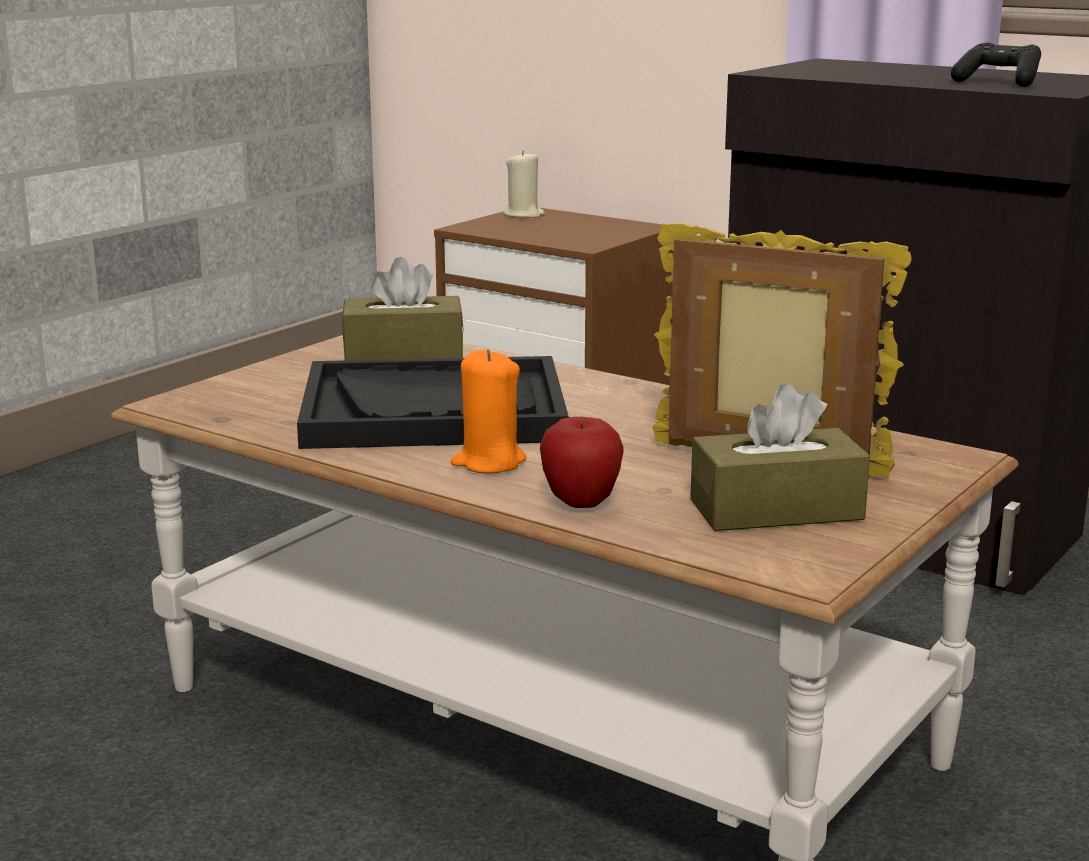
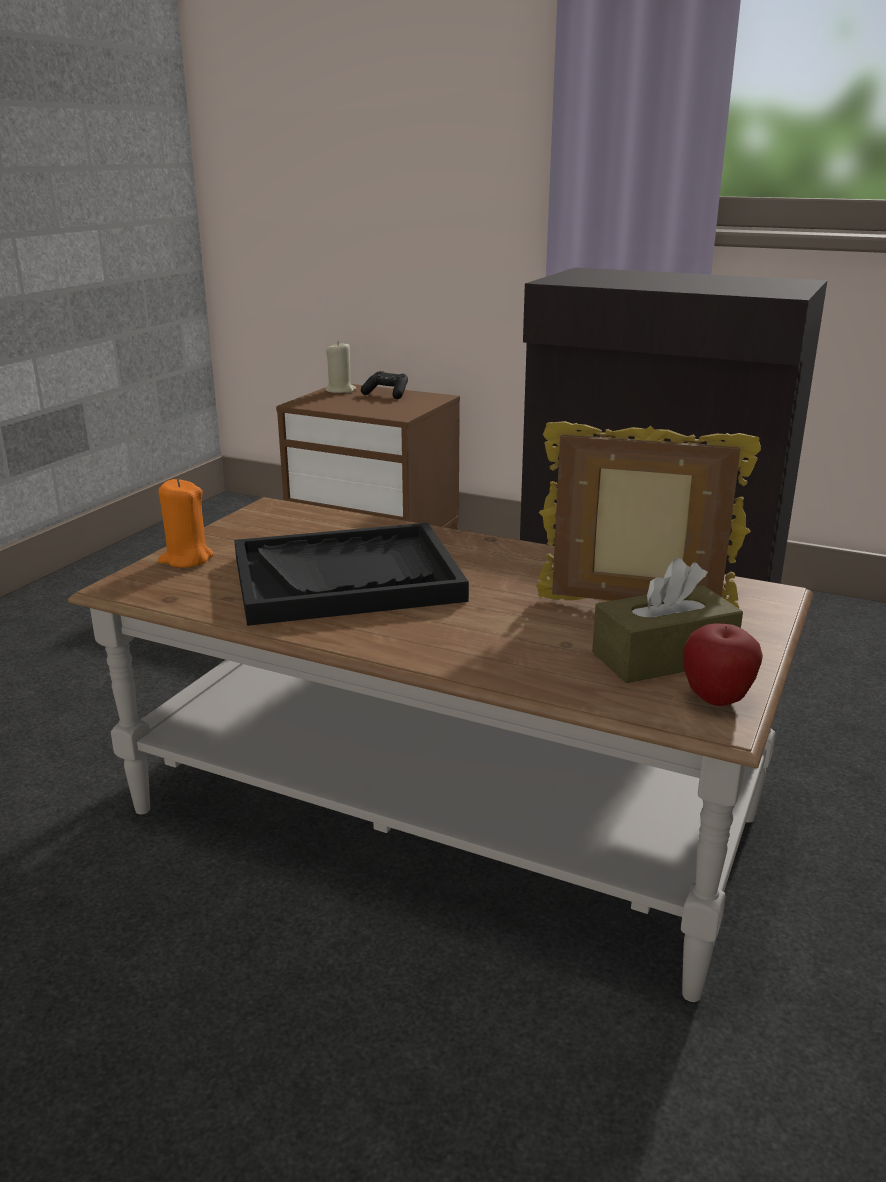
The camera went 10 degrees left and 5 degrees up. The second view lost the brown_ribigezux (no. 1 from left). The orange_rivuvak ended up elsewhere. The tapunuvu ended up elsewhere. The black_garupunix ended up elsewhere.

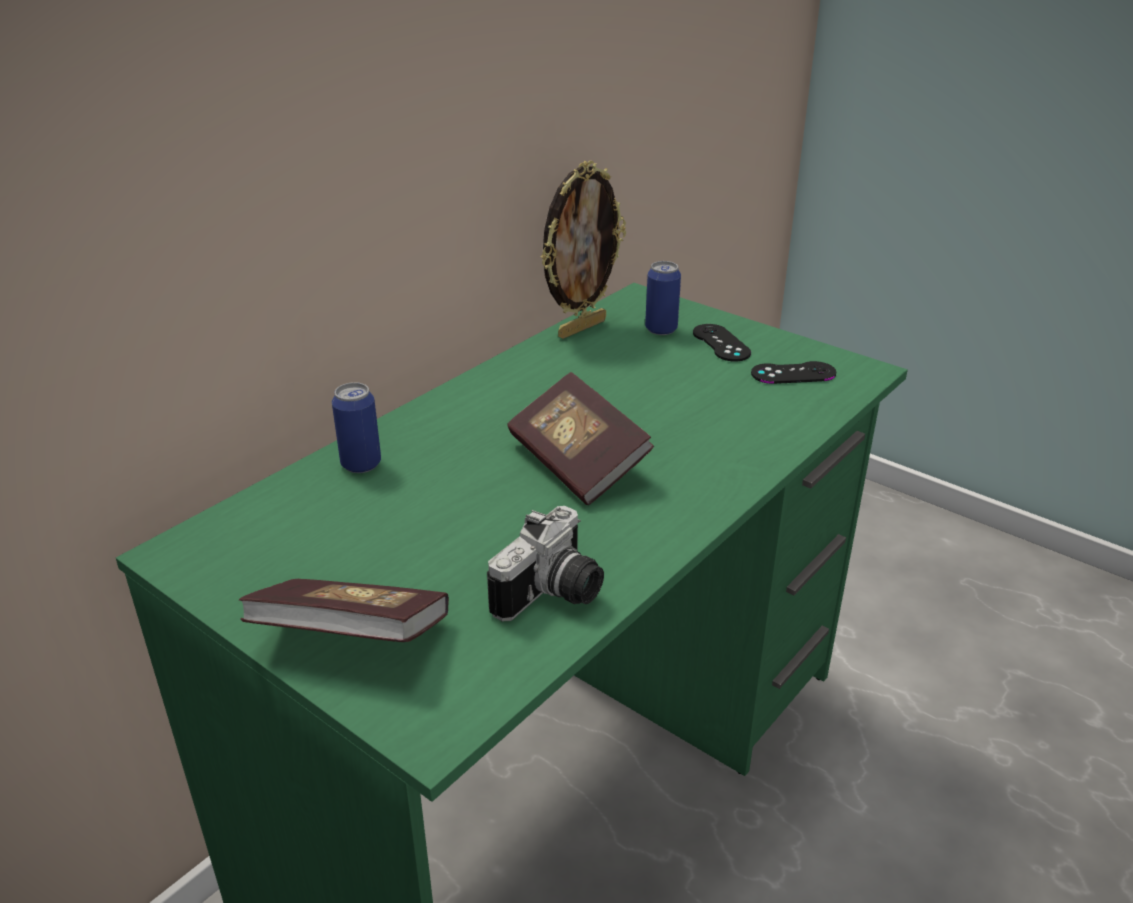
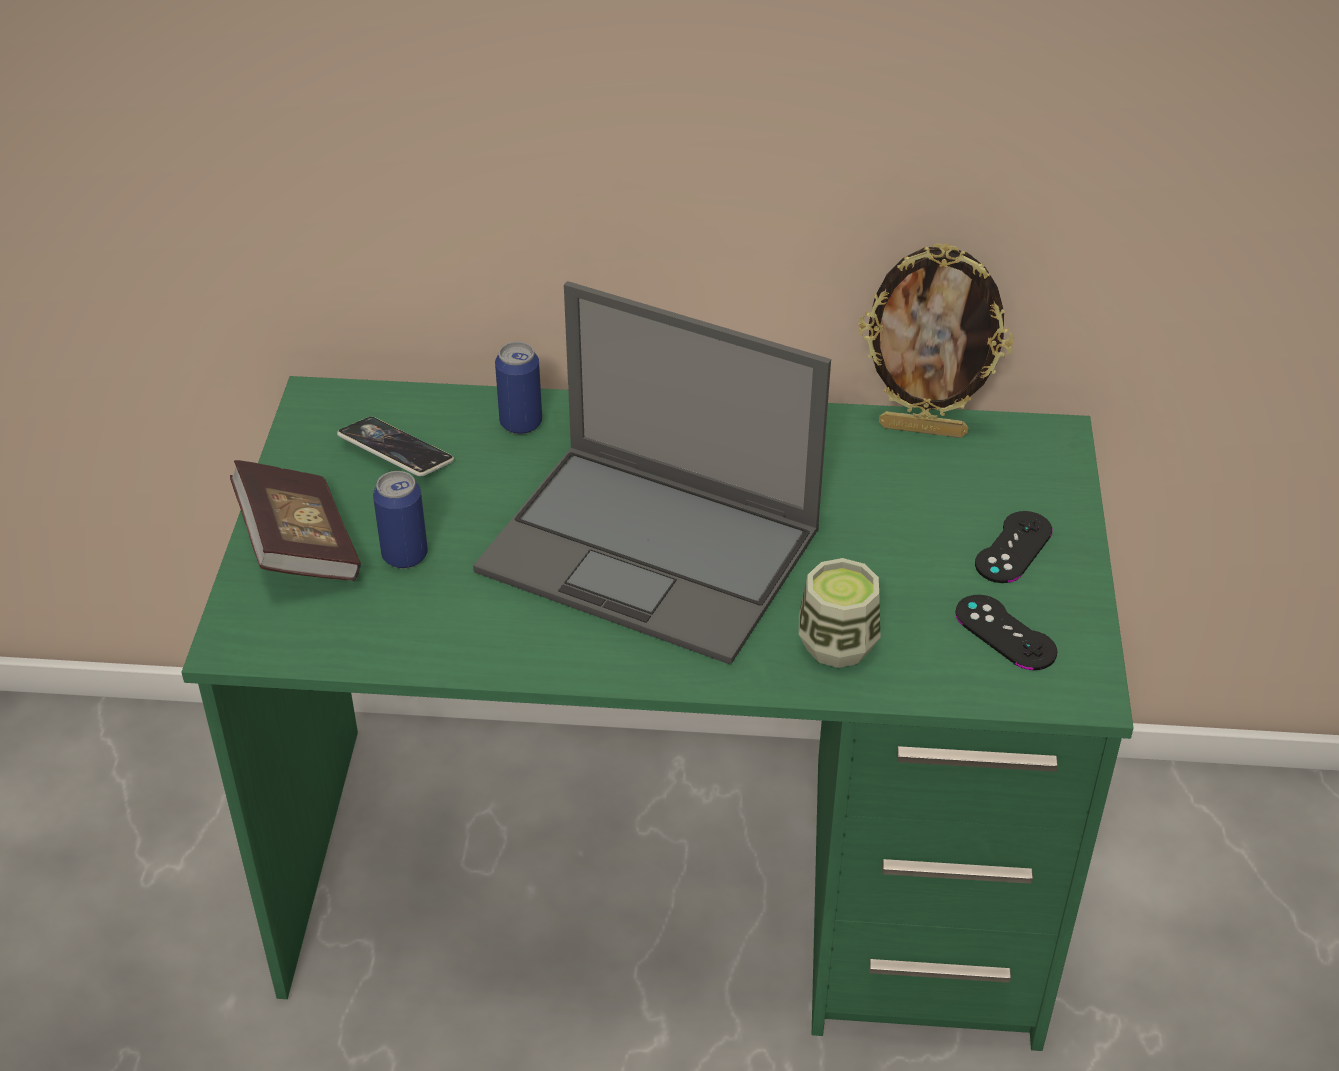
The camera went 55 degrees right and 10 degrees up. The second view lost the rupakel. The second view gained the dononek. The second view gained the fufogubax. The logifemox (no. 2 from left in the first image) ended up elsewhere. Where the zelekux (no. 2 from left) stood, the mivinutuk came to stand.

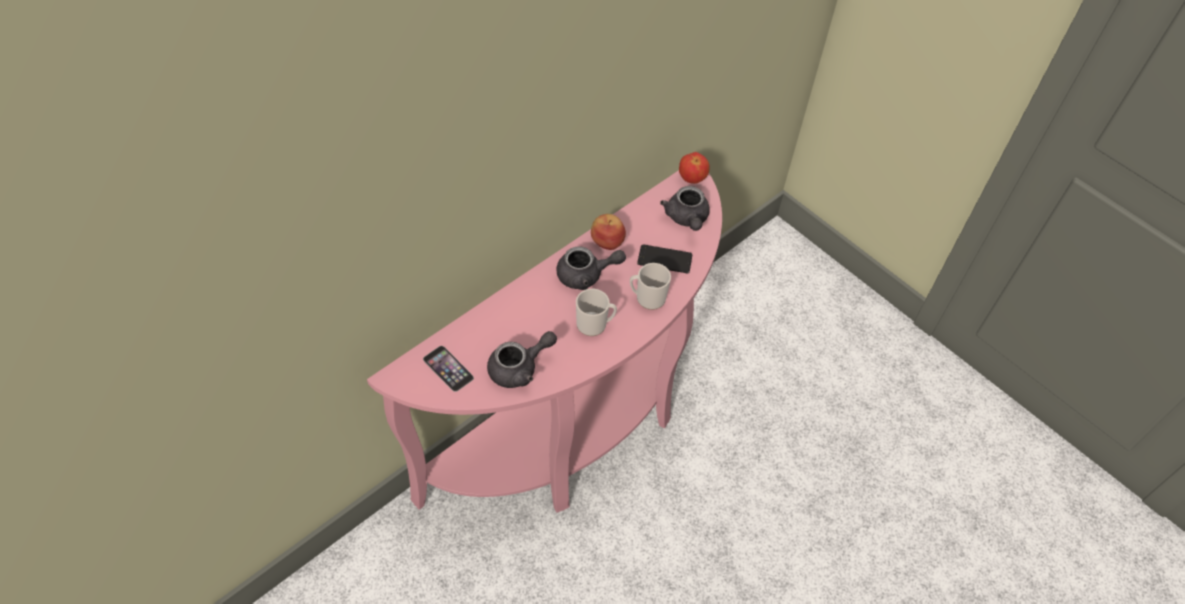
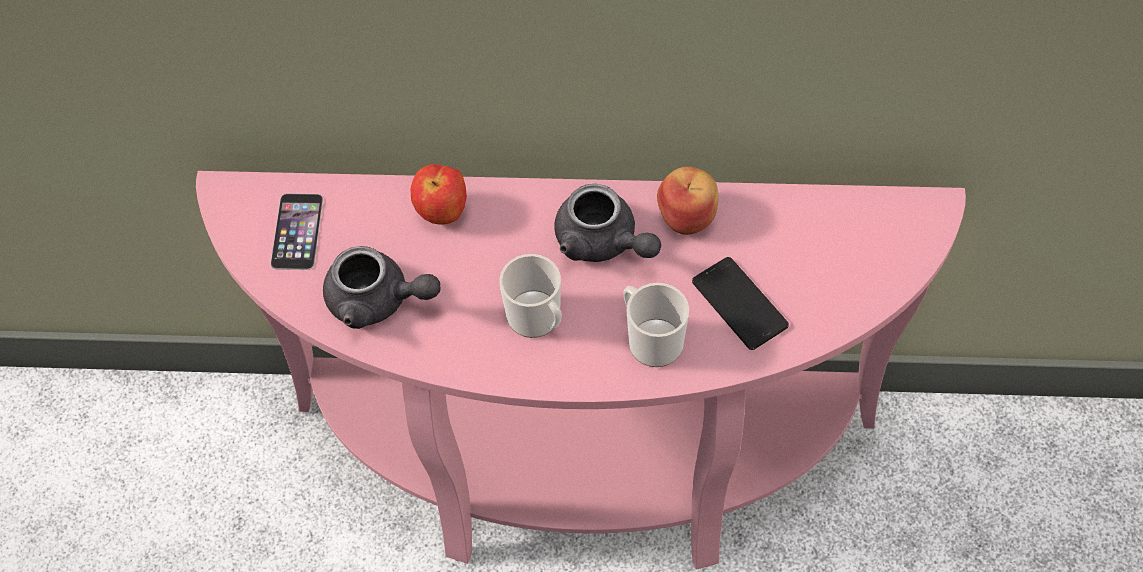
The camera went 50 degrees right and 5 degrees up. The second view lost the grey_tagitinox (no. 3 from left). The tapunuvu (no. 2 from left in the first image) ended up elsewhere.

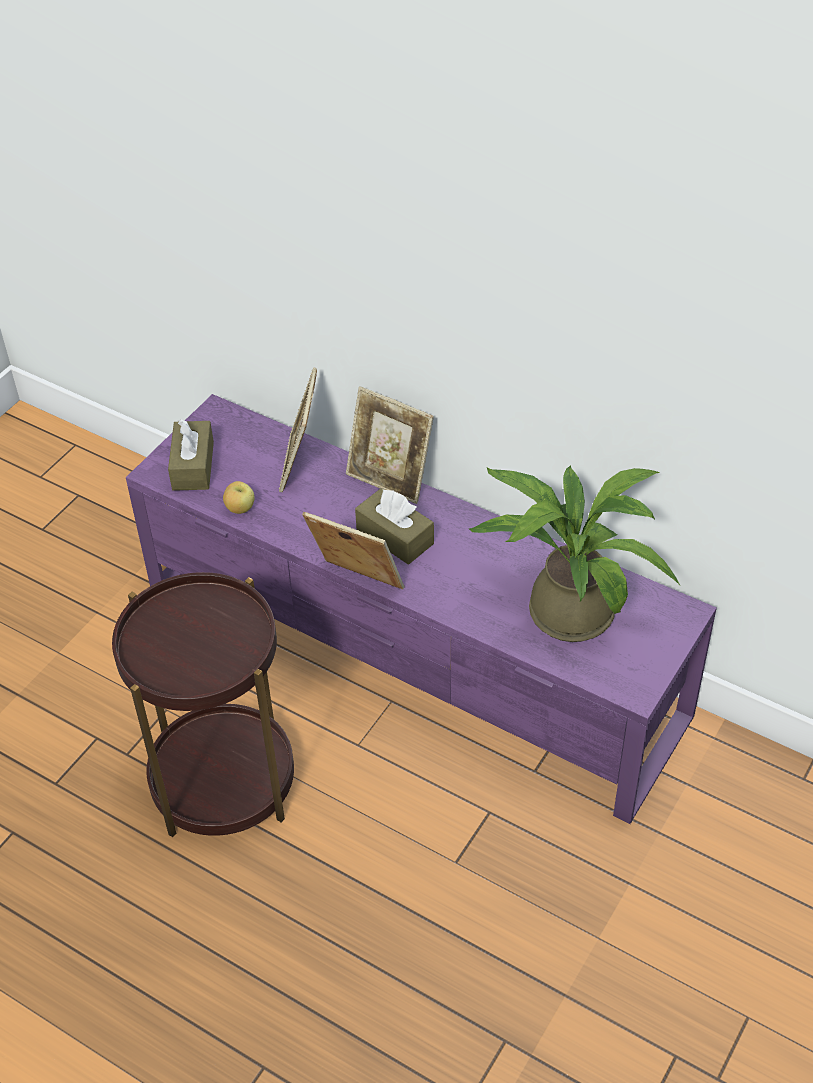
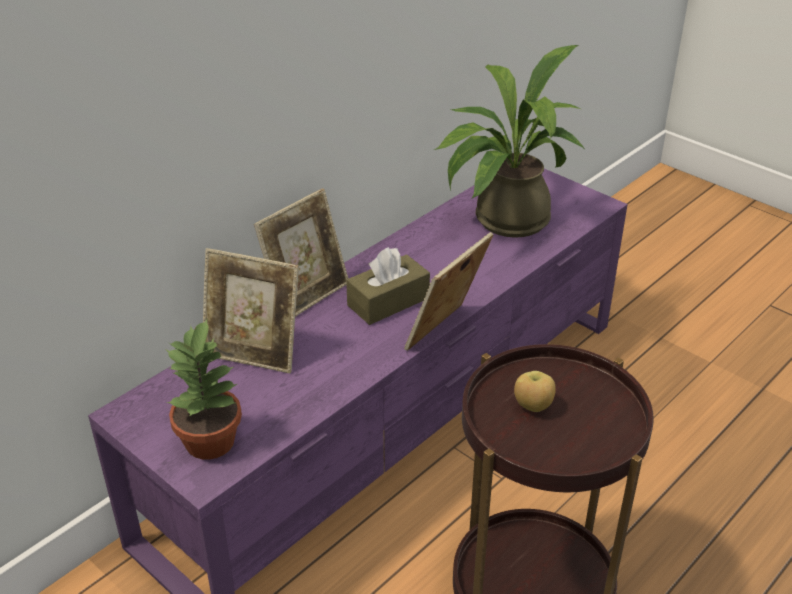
The camera went 80 degrees left and 10 degrees down. The tapunuvu ended up elsewhere. Where the brown_ribigezux (no. 1 from left) stood, the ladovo (no. 1 from left) came to stand.

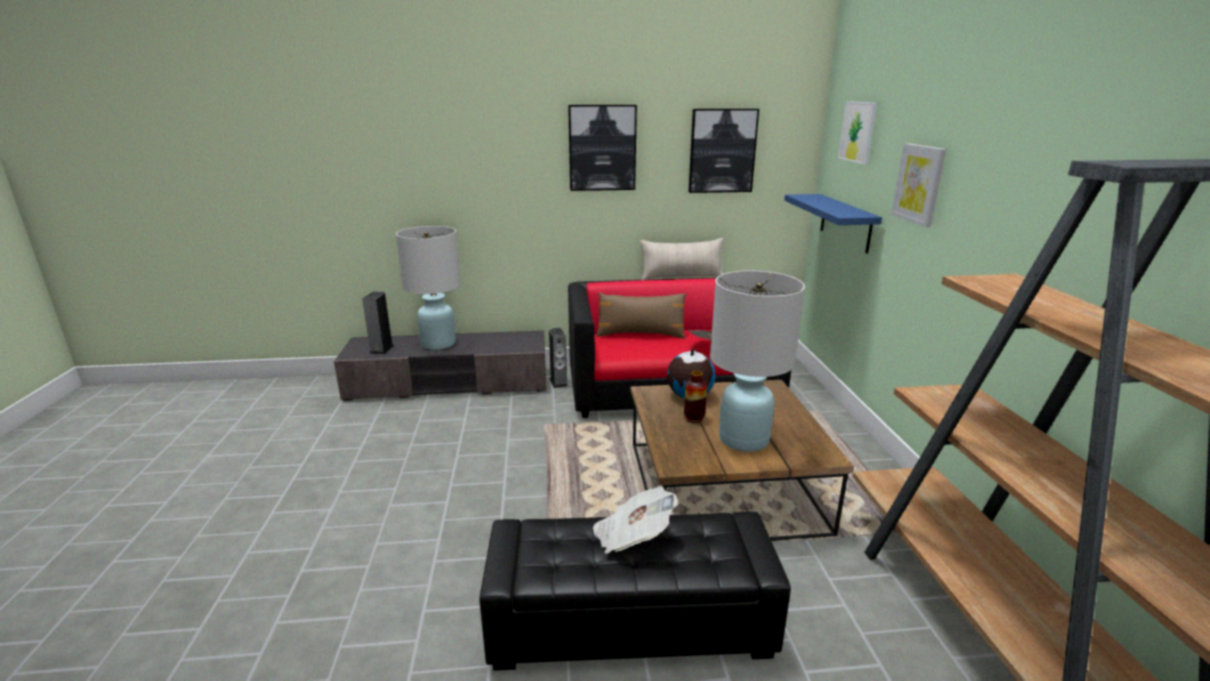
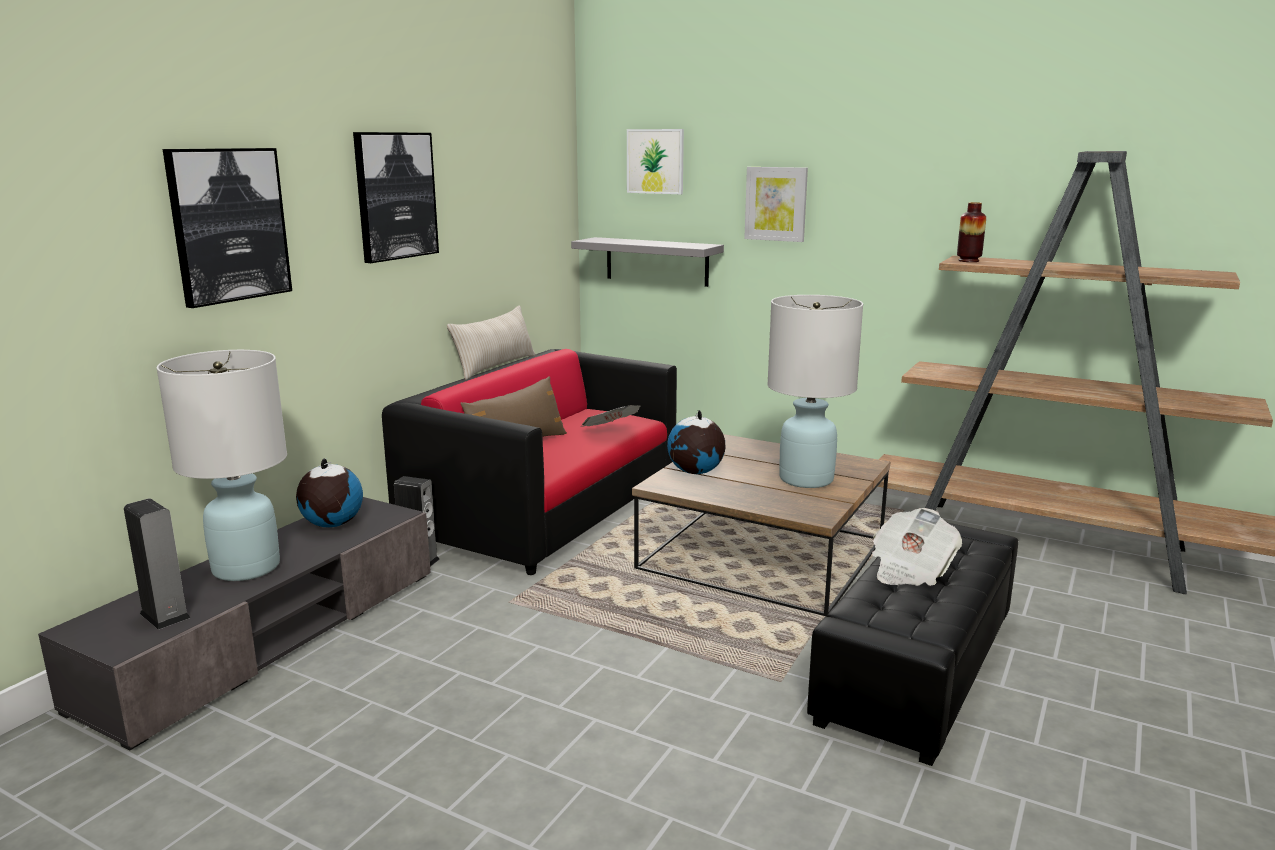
The camera went 55 degrees left and 5 degrees down. The second view gained the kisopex (no. 1 from left). The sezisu ended up elsewhere. The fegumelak (no. 2 from left in the first image) ended up elsewhere. What was the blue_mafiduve turned into the grey_mafiduve.

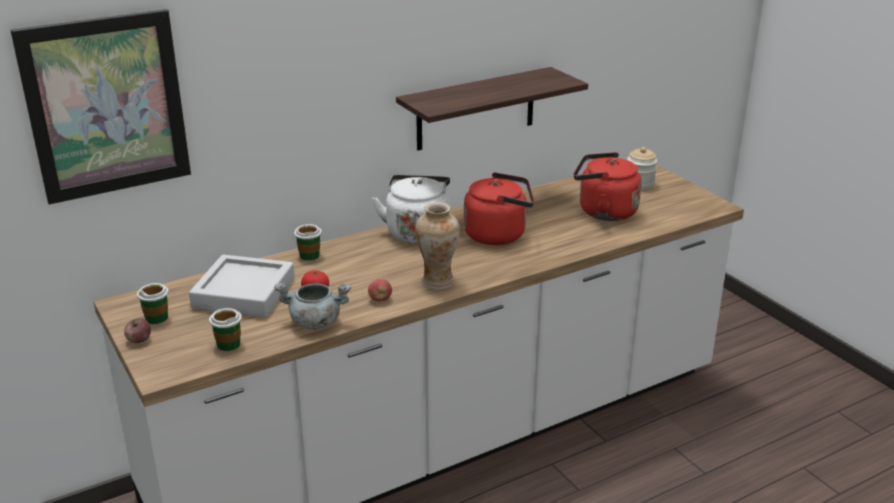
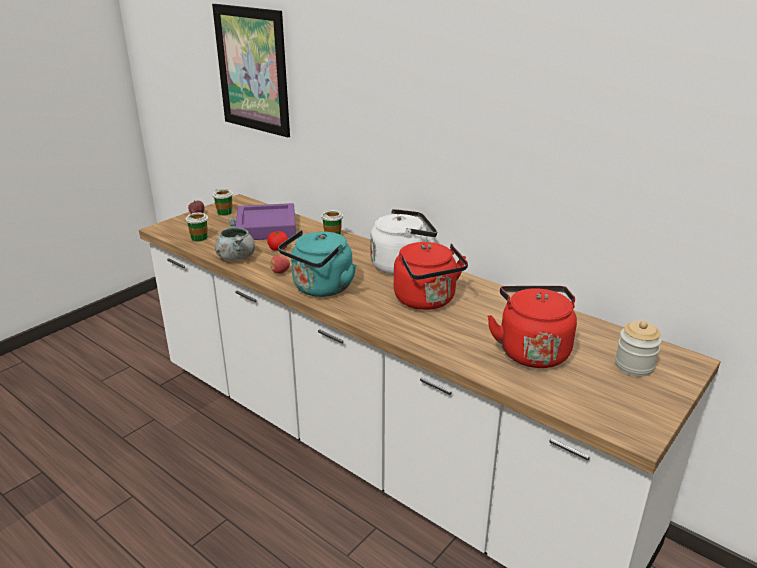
The camera went 70 degrees right and 0 degrees up. The second view lost the mafiduve. Where the sezisu stood, the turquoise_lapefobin came to stand. What was the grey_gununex turned into the purple_gununex.

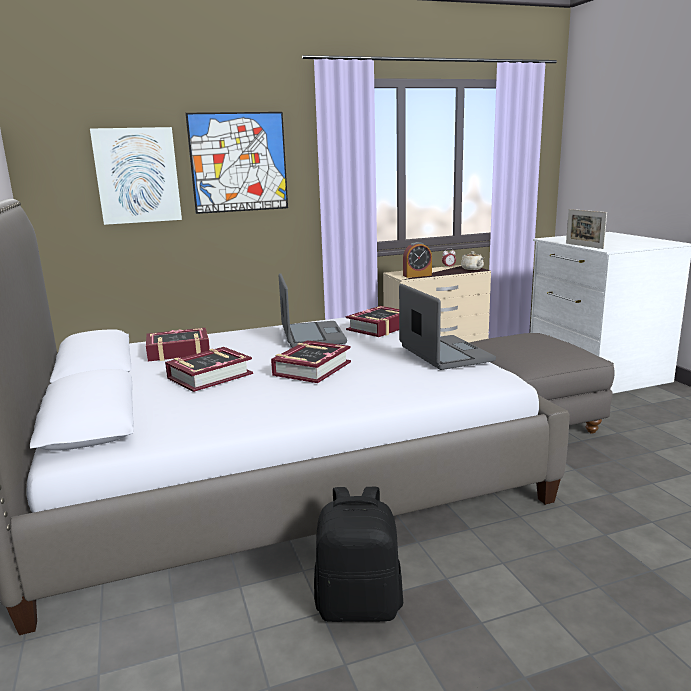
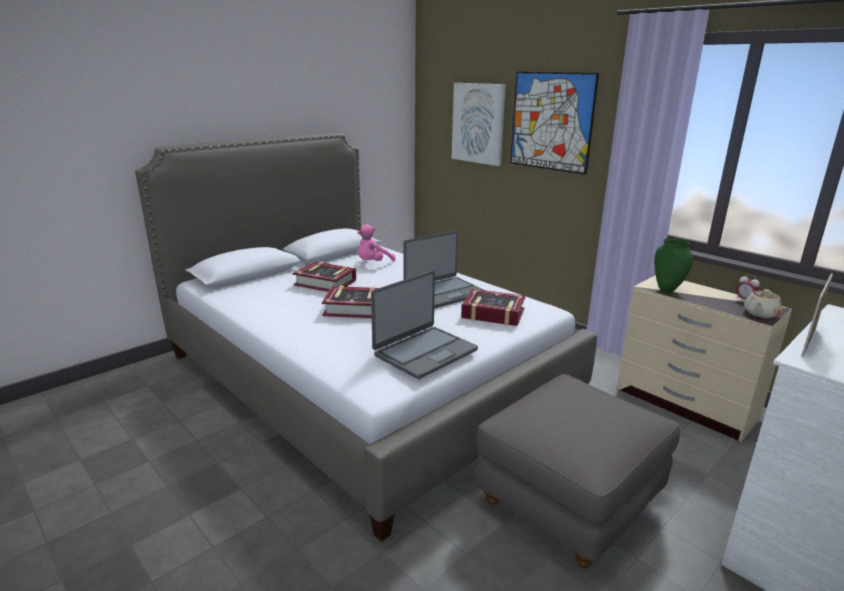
The camera went 65 degrees right and 5 degrees up. The second view lost the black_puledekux. Where the zelekux (no. 1 from left) stood, the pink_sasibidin came to stand. Where the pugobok (no. 1 from left) stood, the green_sezisu came to stand.

